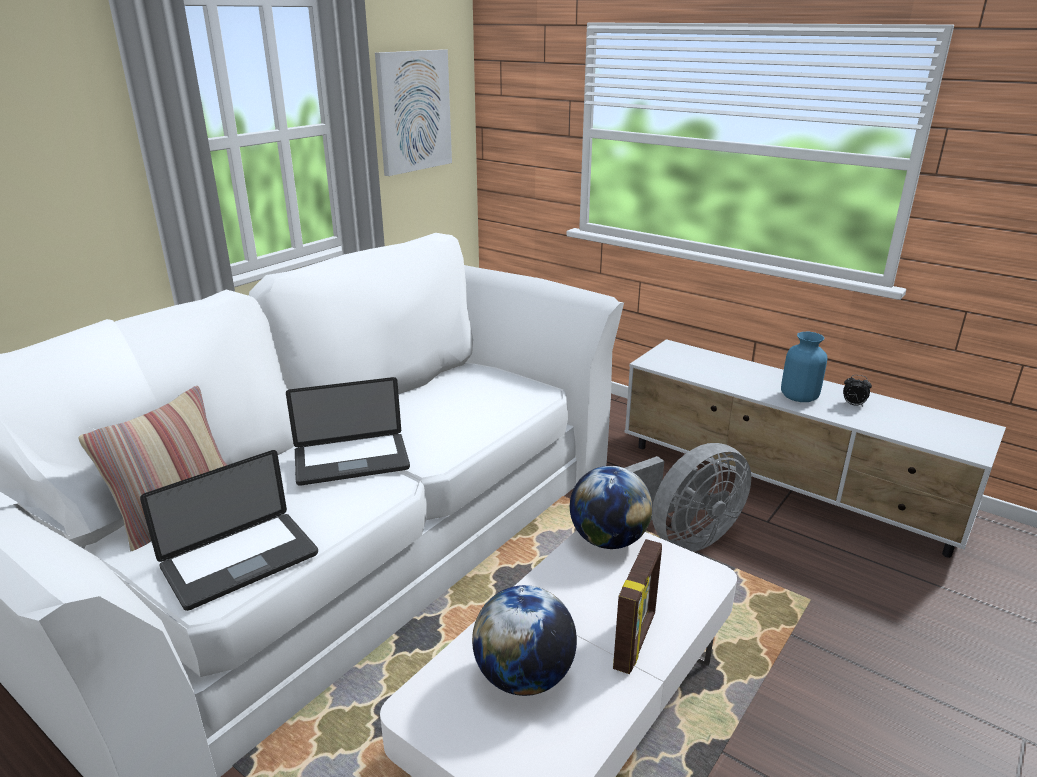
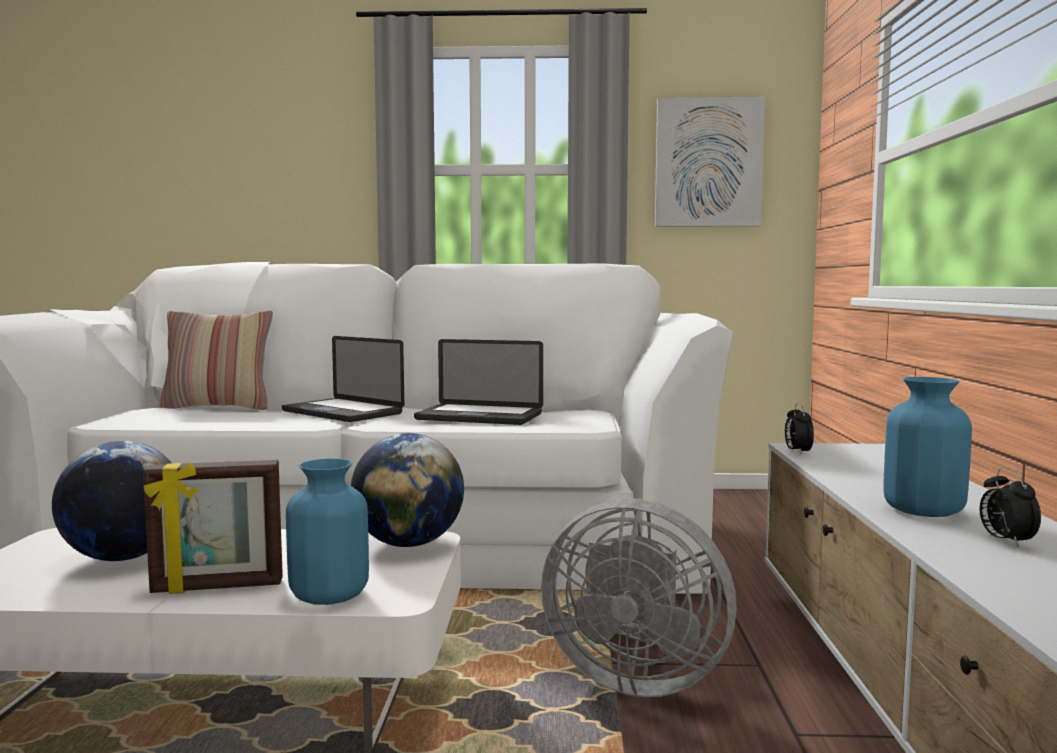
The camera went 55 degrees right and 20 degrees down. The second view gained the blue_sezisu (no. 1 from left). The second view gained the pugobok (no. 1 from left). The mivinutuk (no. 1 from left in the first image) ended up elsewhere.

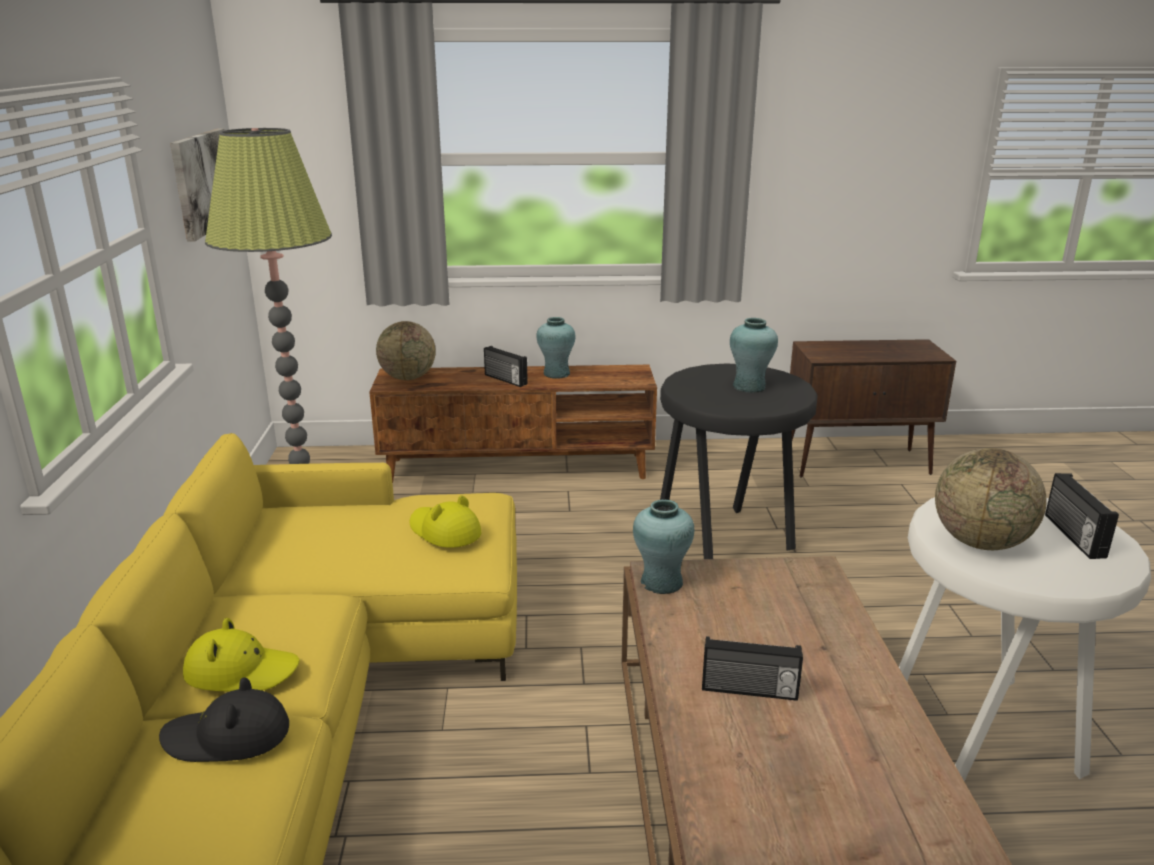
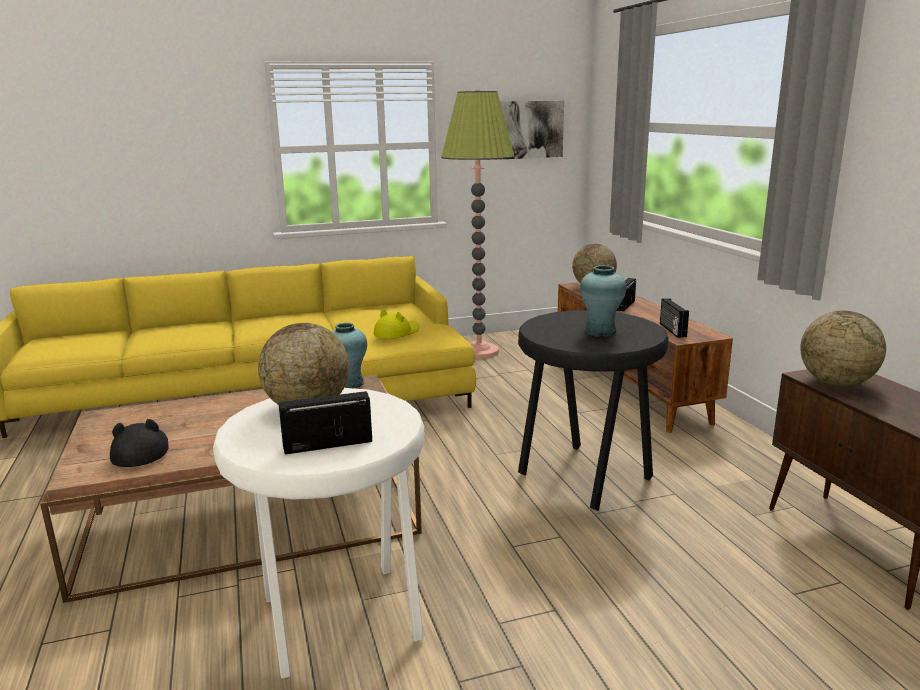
The camera went 75 degrees right and 5 degrees down. The second view lost the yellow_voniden (no. 1 from left). The second view lost the turquoise_sezisu (no. 1 from left). The second view gained the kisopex (no. 3 from left). The black_voniden ended up elsewhere. The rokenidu (no. 2 from left in the first image) ended up elsewhere.

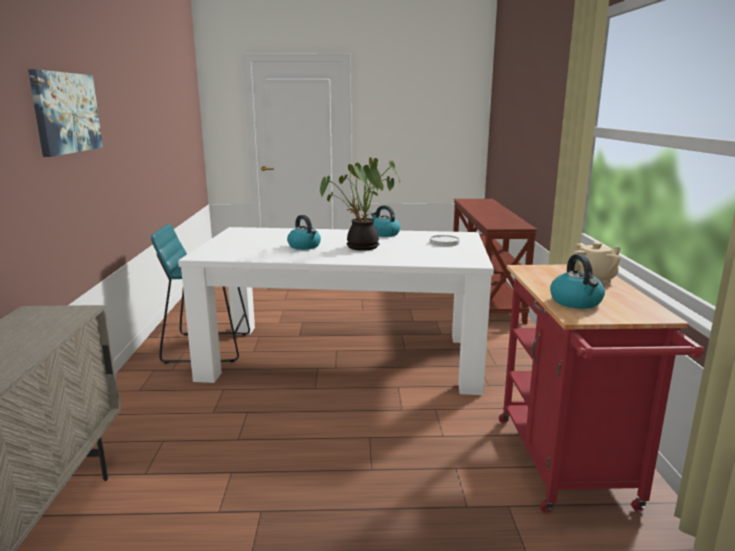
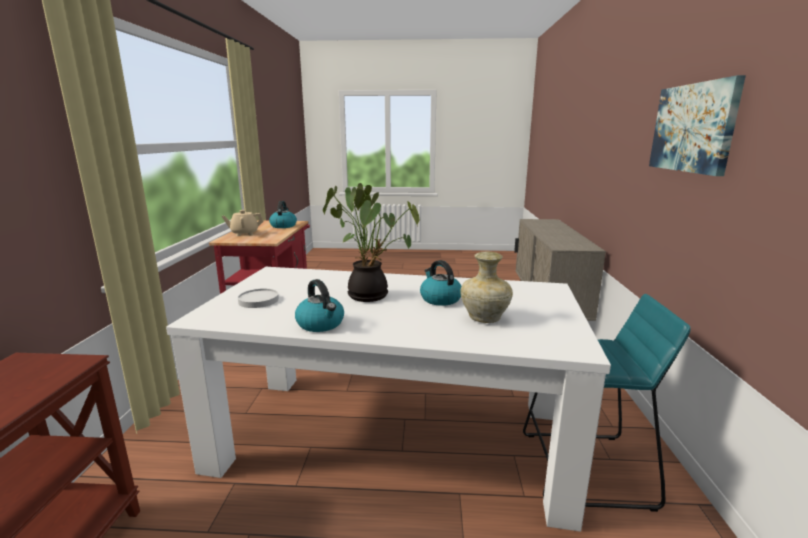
The camera went 175 degrees left and 0 degrees up. The second view gained the beige_sezisu.

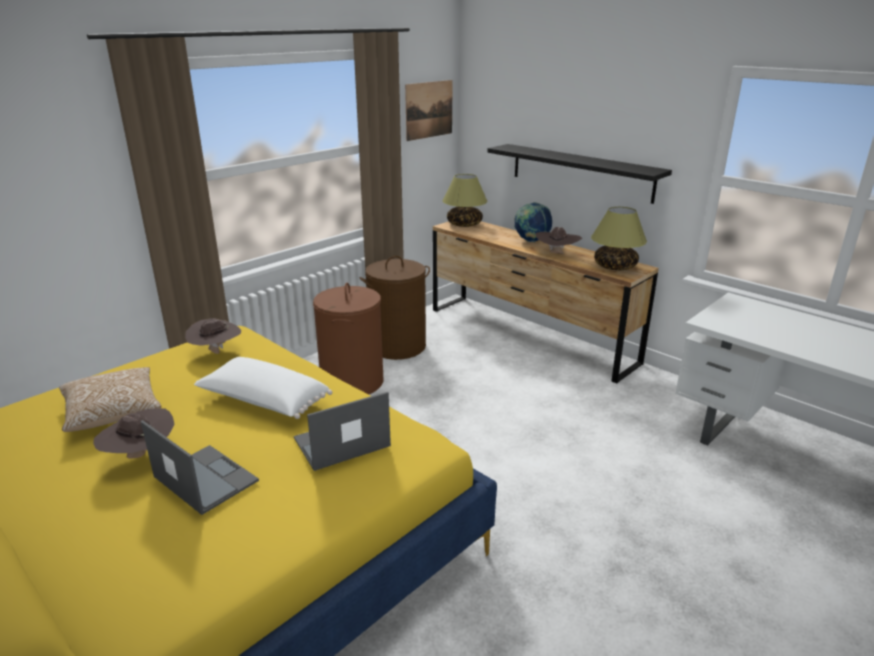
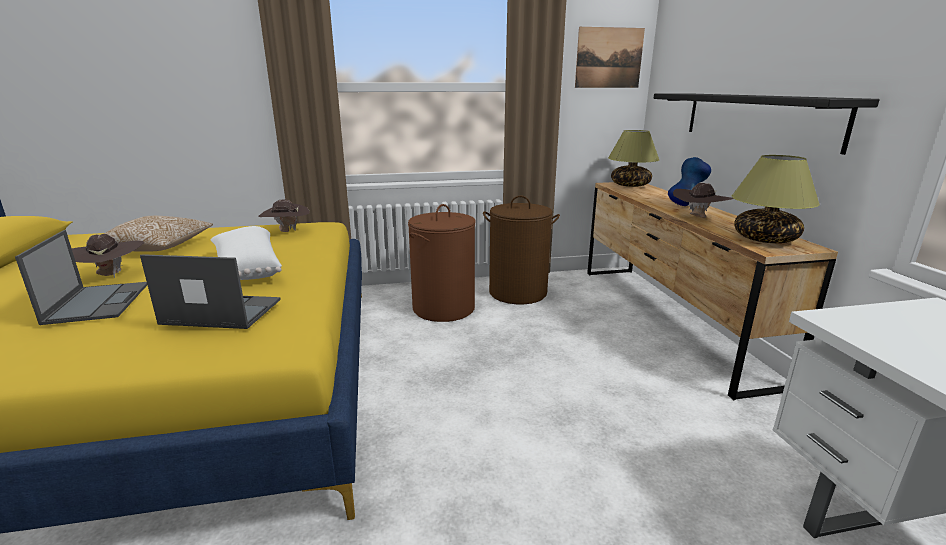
The camera went 35 degrees right and 5 degrees down. Where the kisopex stood, the blue_sezisu came to stand.

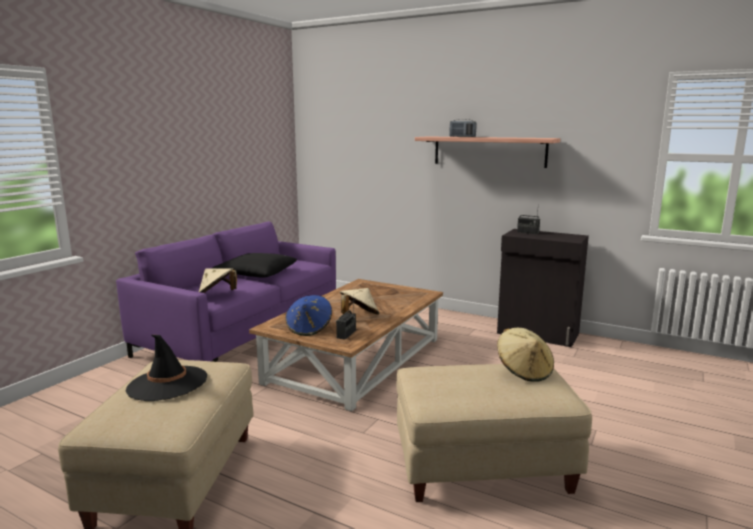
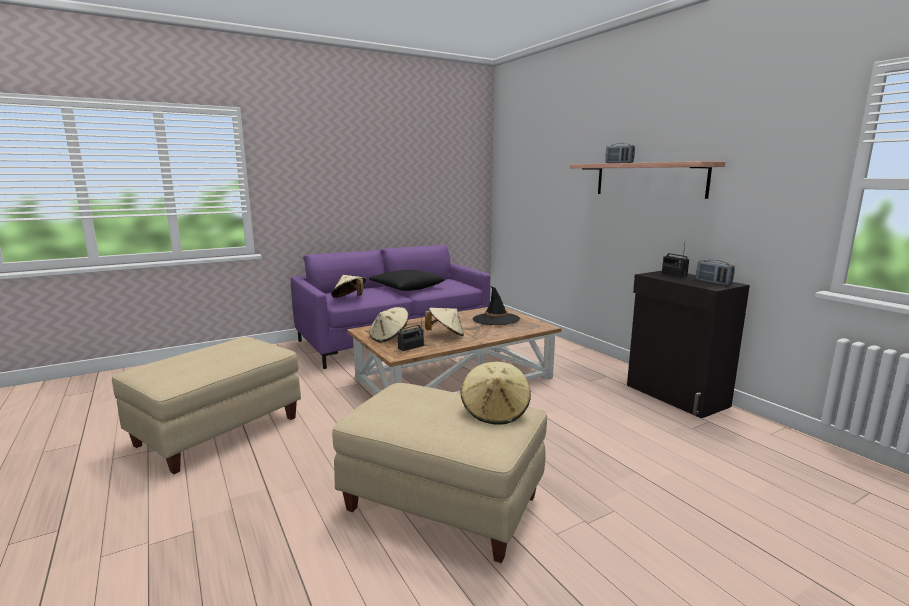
The camera went 30 degrees right and 0 degrees up. The second view gained the rokenidu (no. 4 from left). The black_voniden ended up elsewhere. What was the blue_voniden turned into the beige_voniden (no. 2 from left).

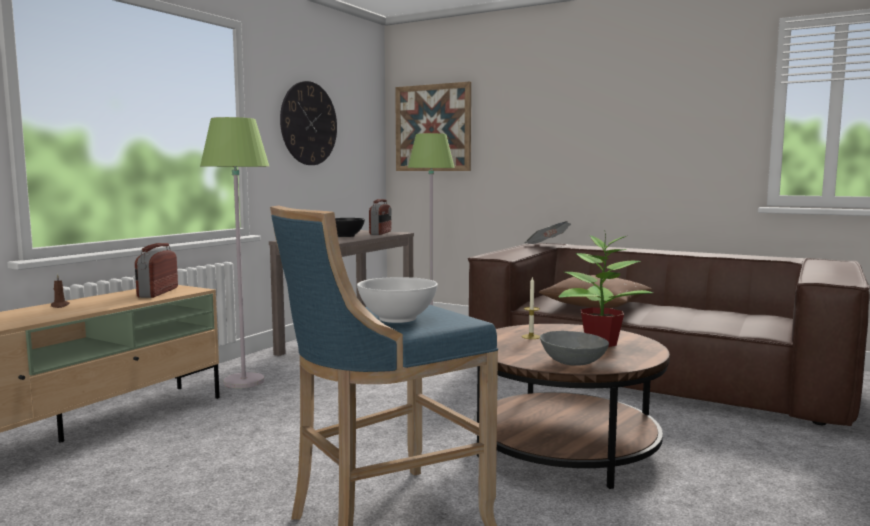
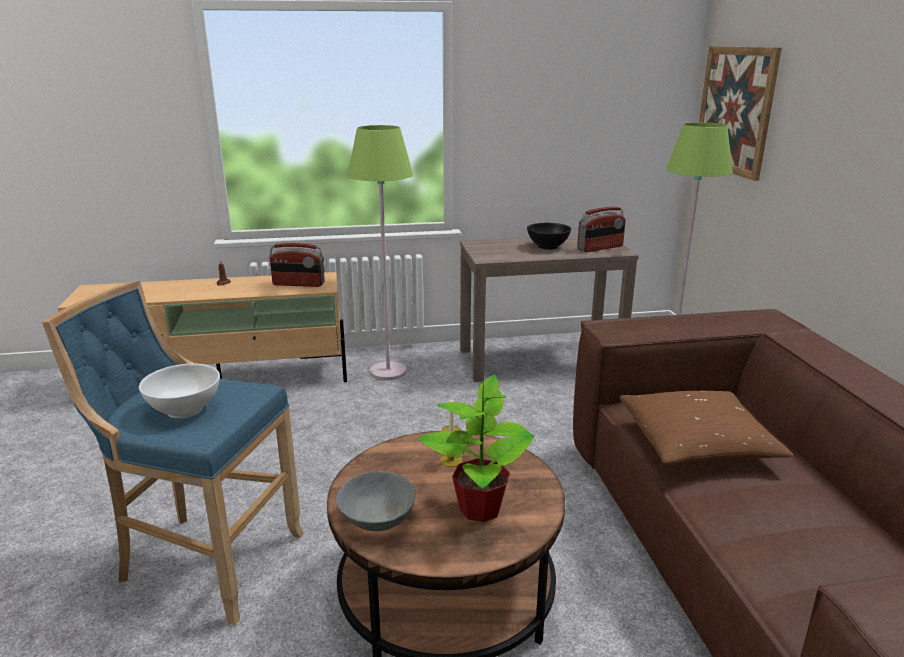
The camera went 50 degrees right and 15 degrees up. The second view lost the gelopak. The second view lost the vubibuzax. The rokenidu (no. 1 from left) ended up facing another way, 135 degrees counterclockwise from before.

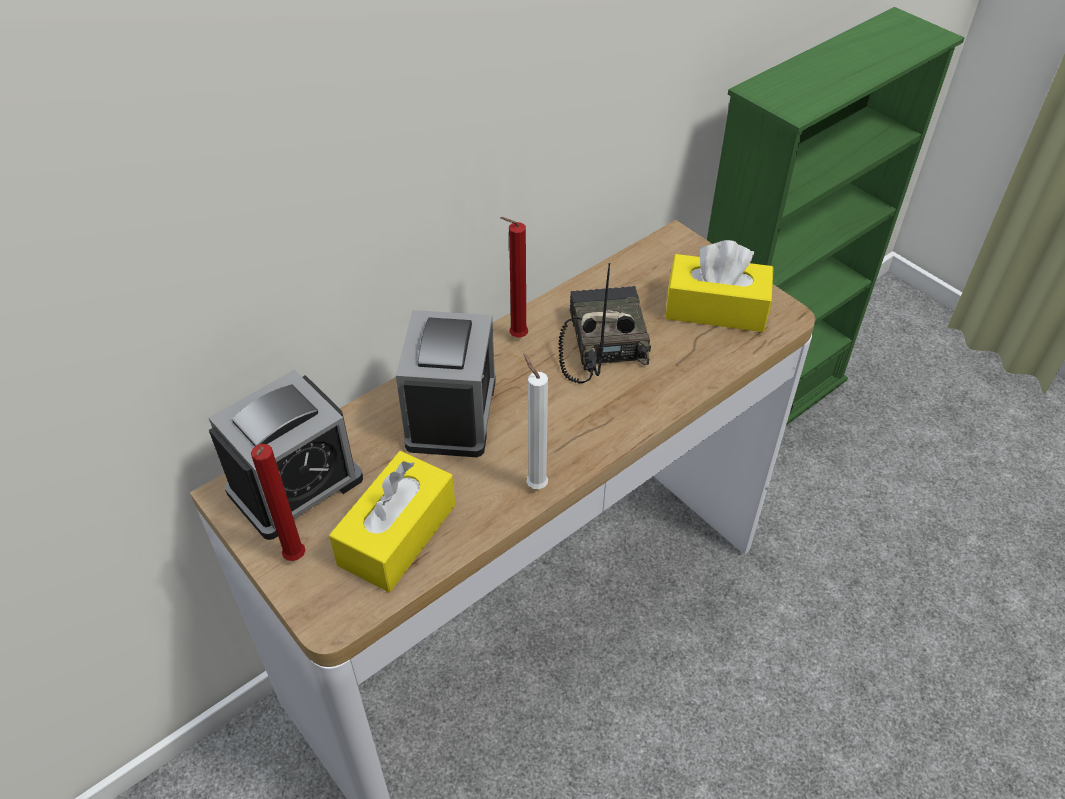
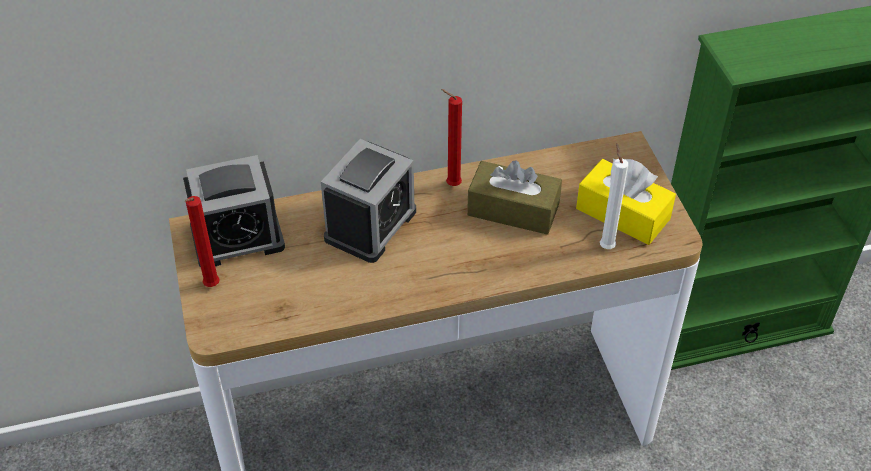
The camera went 25 degrees right and 0 degrees up. The second view lost the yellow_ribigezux (no. 1 from left). The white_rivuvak ended up elsewhere. Where the rokenidu stood, the brown_ribigezux came to stand.

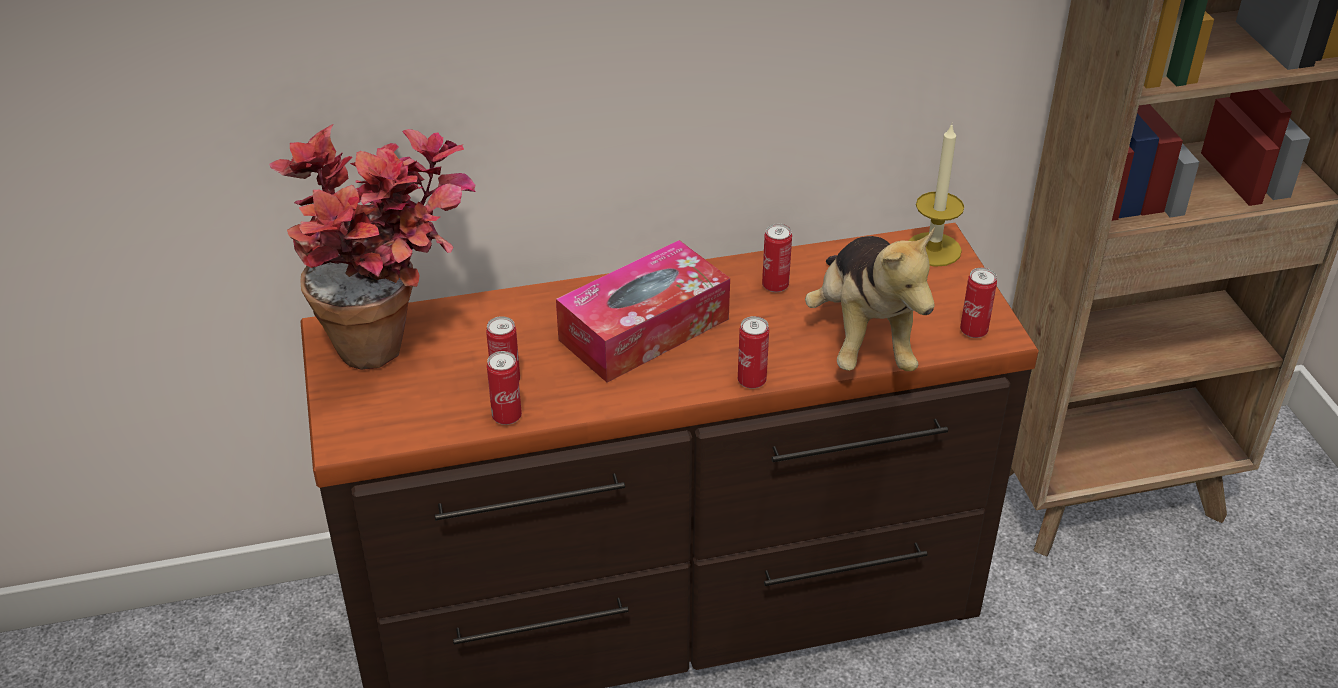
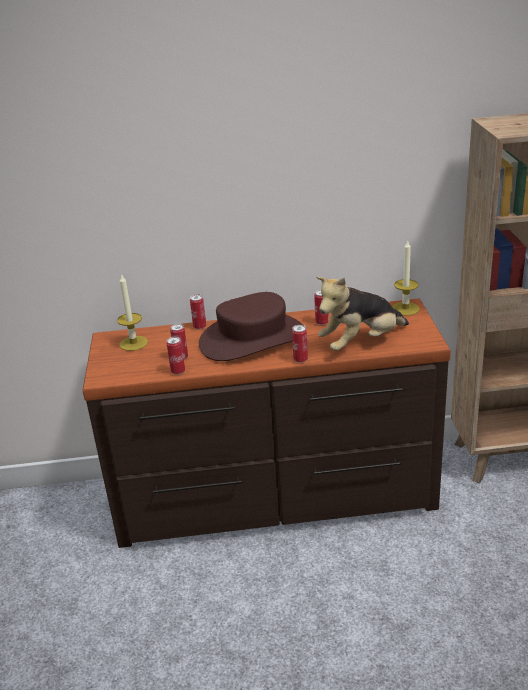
The camera went 10 degrees right and 10 degrees down. The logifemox (no. 5 from left in the first image) ended up elsewhere. Where the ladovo stood, the rivuvak (no. 1 from left) came to stand. Where the ribigezux stood, the brown_voniden came to stand. The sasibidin ended up facing another way, 60 degrees clockwise from before.

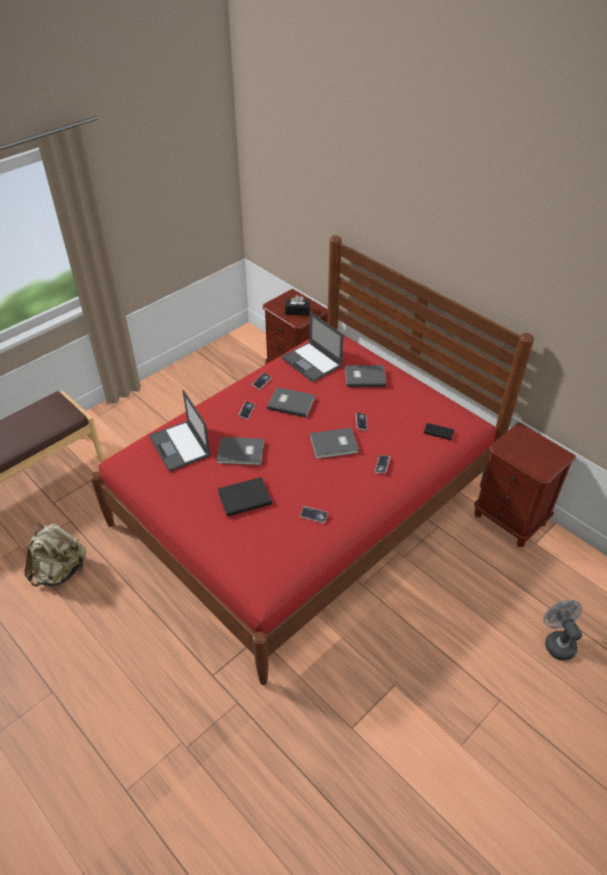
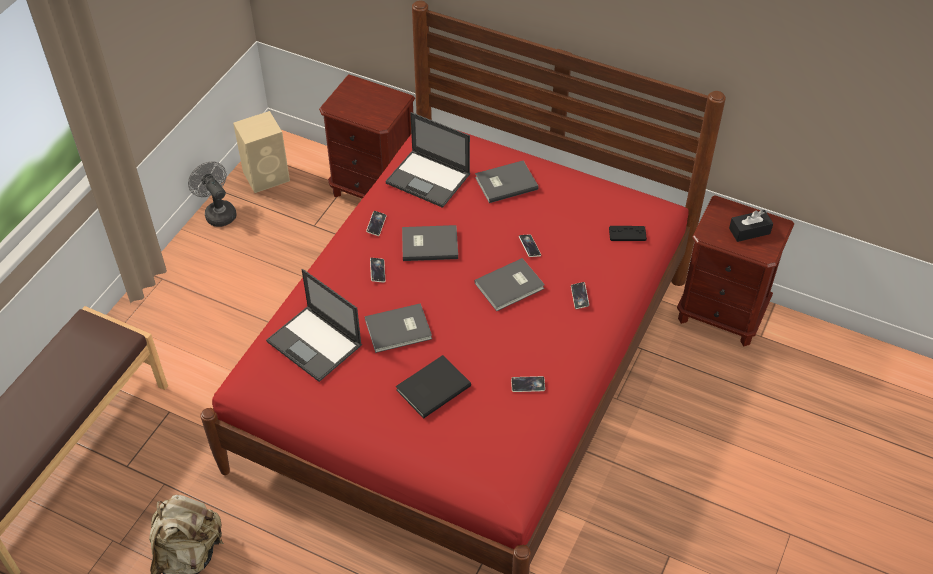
The camera went 20 degrees left and 5 degrees up. The second view gained the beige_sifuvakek. The black_ribigezux ended up elsewhere. The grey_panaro ended up elsewhere.

